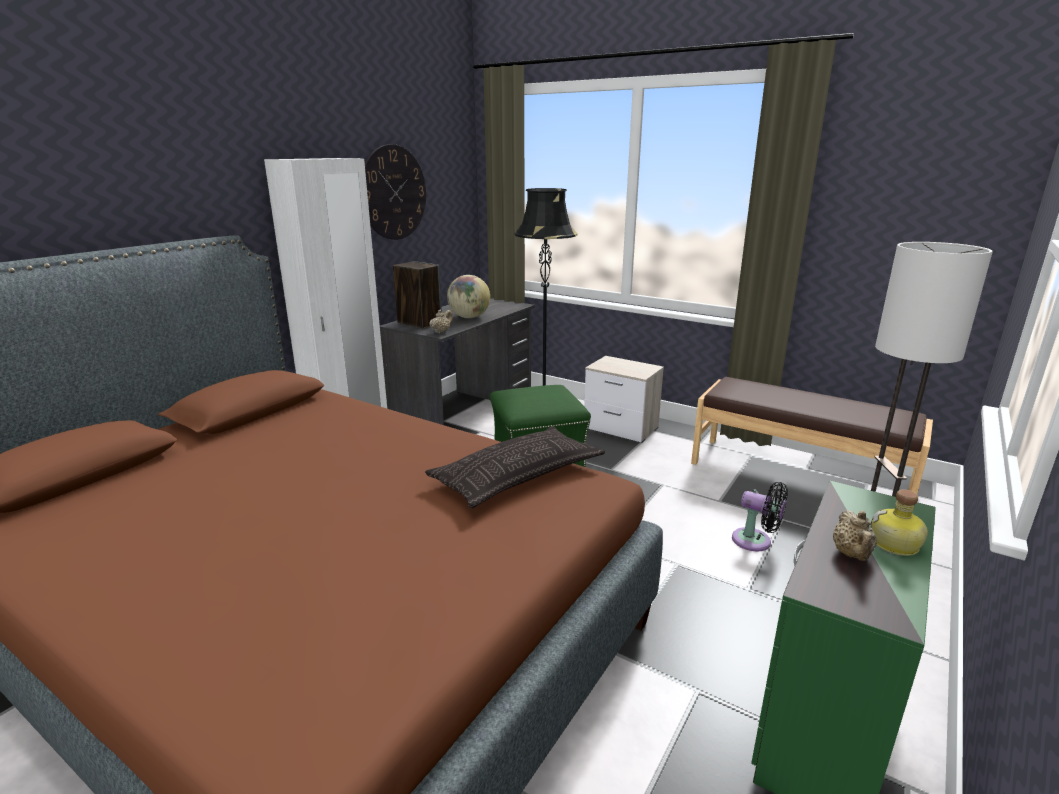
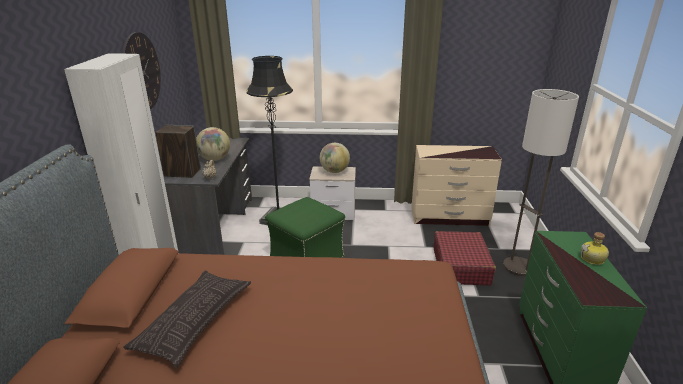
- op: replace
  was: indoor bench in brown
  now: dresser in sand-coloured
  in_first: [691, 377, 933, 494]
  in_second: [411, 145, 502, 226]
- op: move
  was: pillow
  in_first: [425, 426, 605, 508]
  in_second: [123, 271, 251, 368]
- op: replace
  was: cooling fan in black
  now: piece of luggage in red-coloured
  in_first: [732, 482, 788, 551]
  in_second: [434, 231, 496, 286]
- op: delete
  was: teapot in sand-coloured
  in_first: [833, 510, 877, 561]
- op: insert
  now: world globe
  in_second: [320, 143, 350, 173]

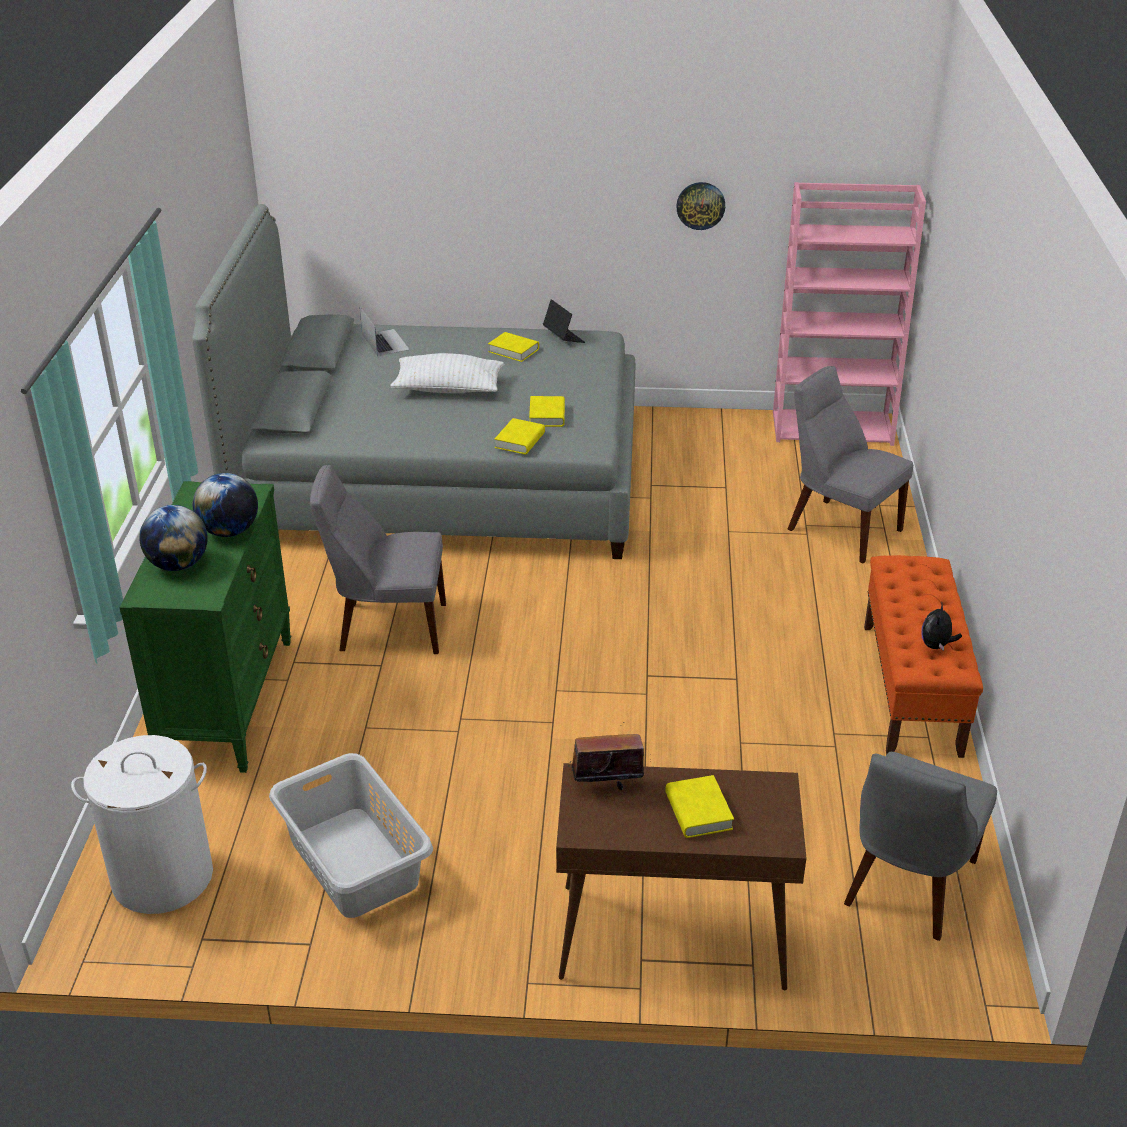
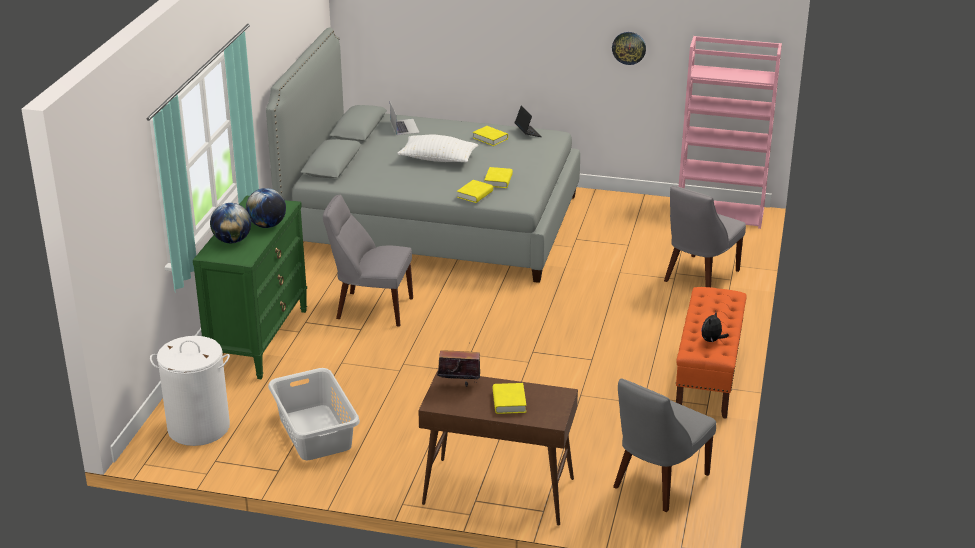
- op: rotate
  was: upright chair in greyish
  in_first: [788, 366, 913, 563]
  in_second: [664, 186, 746, 287]
  clockwise: -105

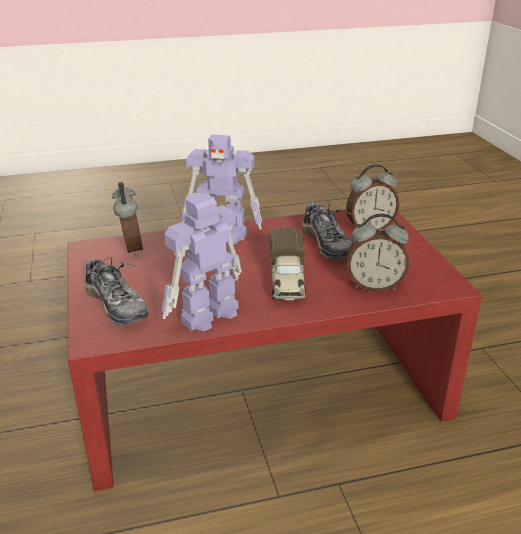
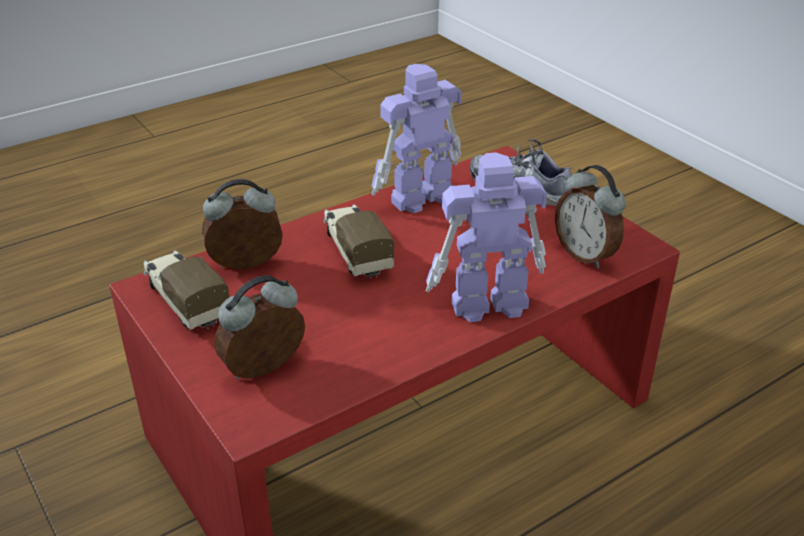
- op: rotate
  was: robot figure
  in_first: [162, 193, 242, 331]
  in_second: [372, 64, 462, 213]
  clockwise: -150
- op: delete
  was: item of footwear
  in_first: [302, 200, 352, 259]
- op: insert
  now: toy lorry
  in_second: [143, 250, 229, 330]

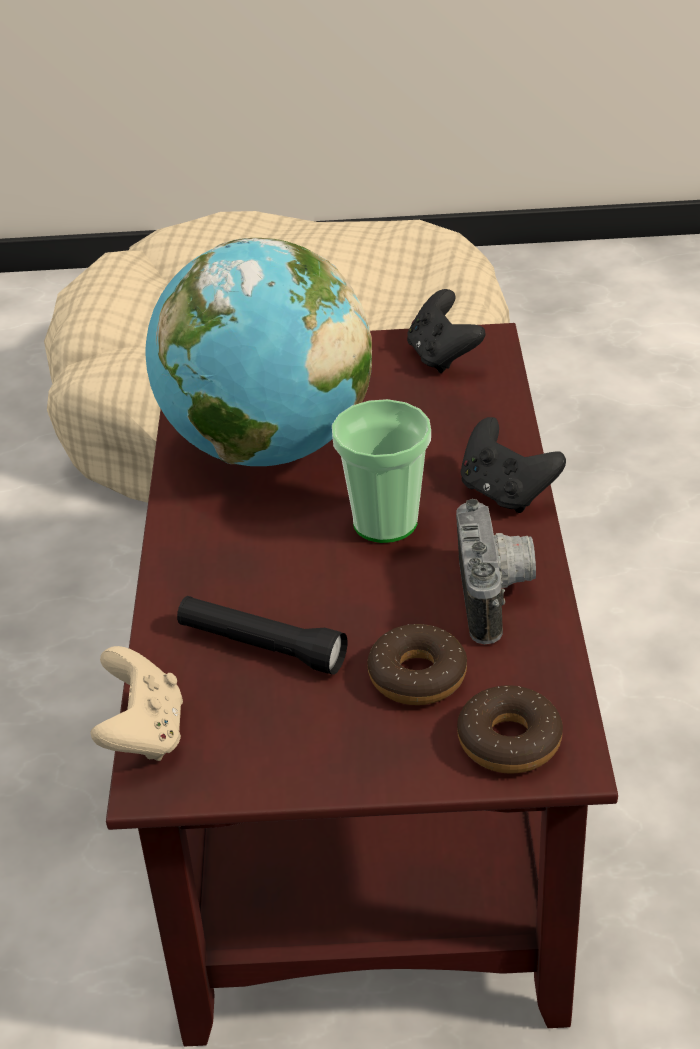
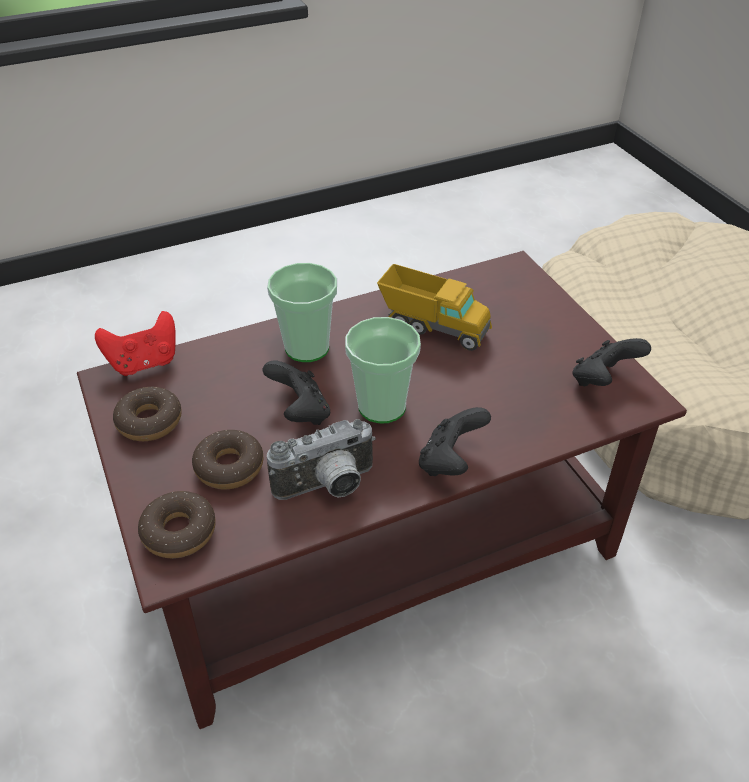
- op: replace
  was: world globe
  now: toy lorry
  in_first: [145, 238, 372, 466]
  in_second: [377, 264, 492, 351]
- op: delete
  was: torch in black
  in_first: [177, 596, 348, 675]
- op: recolor
  was: gamepad in sand-coloured
  now: gamepad in red-coloured
  in_first: [91, 646, 183, 761]
  in_second: [95, 311, 176, 376]
- op: insert
  now: drinking cup
  in_second: [267, 263, 337, 362]
- op: insert
  now: gamepad in black
  in_second: [263, 360, 330, 425]
- op: insert
  now: donut
  in_second: [113, 387, 182, 441]

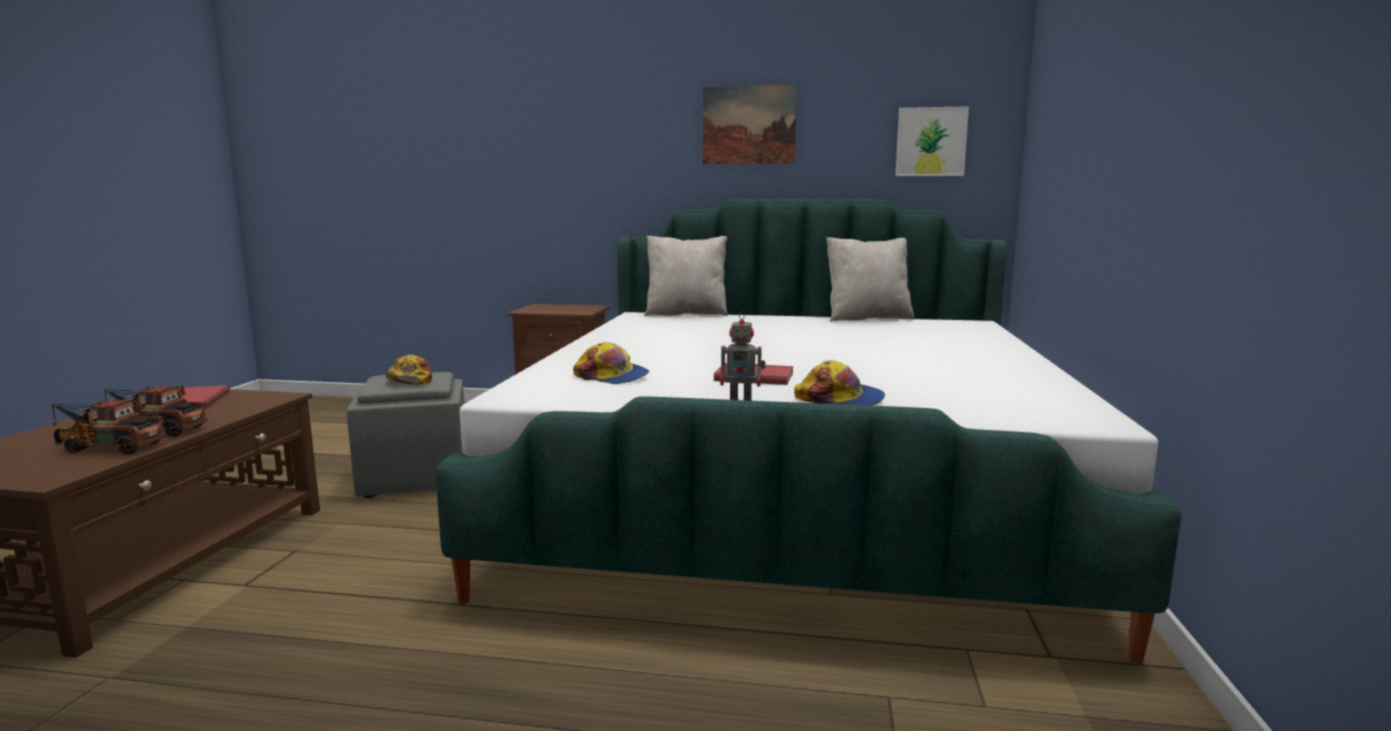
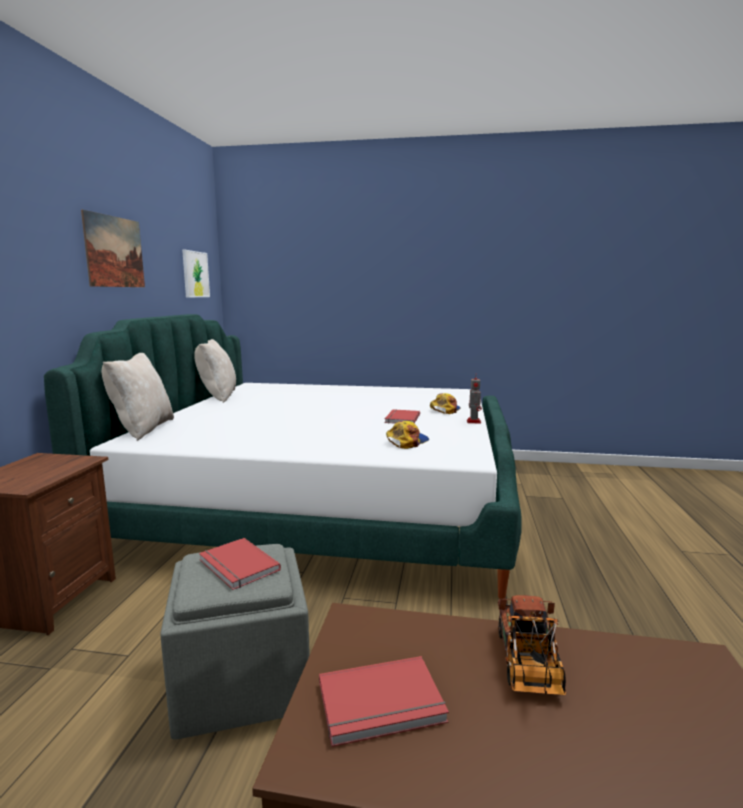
- op: replace
  was: peaked cap
  now: bound book in red-coloured
  in_first: [386, 355, 432, 385]
  in_second: [199, 538, 281, 590]
- op: delete
  was: toy lorry
  in_first: [52, 399, 166, 454]

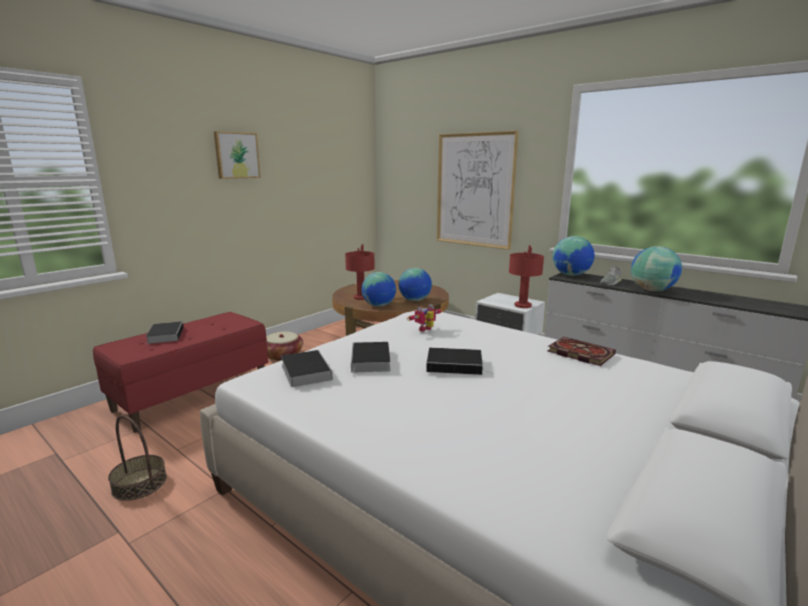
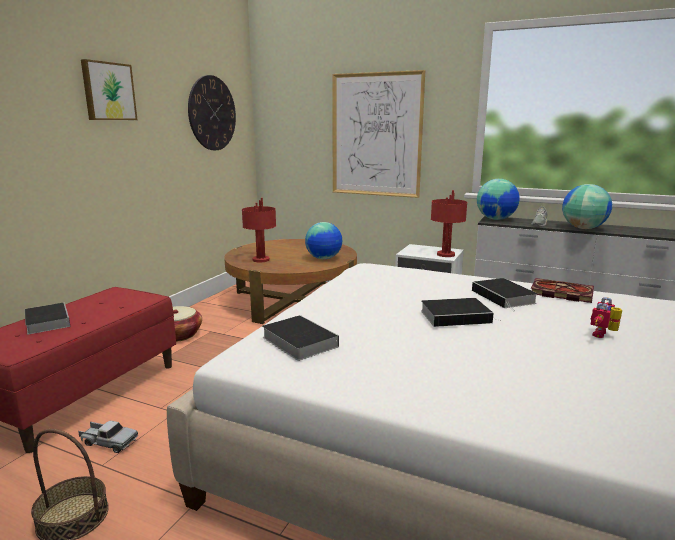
- op: delete
  was: world globe
  in_first: [361, 272, 396, 307]
- op: move
  was: robot figure
  in_first: [407, 304, 443, 332]
  in_second: [590, 297, 622, 338]
- op: move
  was: bound book
  in_first: [351, 342, 391, 377]
  in_second: [472, 278, 538, 311]
- op: insert
  now: wall clock
  in_second: [188, 75, 236, 150]
- op: insert
  now: toy lorry
  in_second: [78, 421, 138, 453]

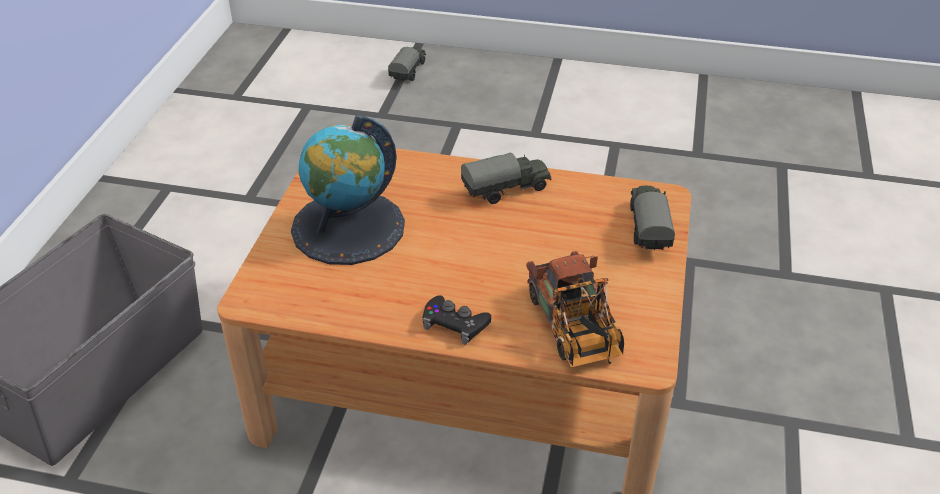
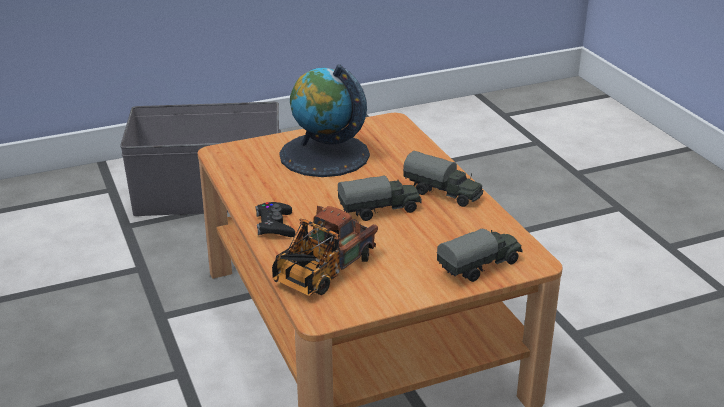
- op: move
  was: toy lorry
  in_first: [388, 47, 426, 81]
  in_second: [338, 176, 422, 221]

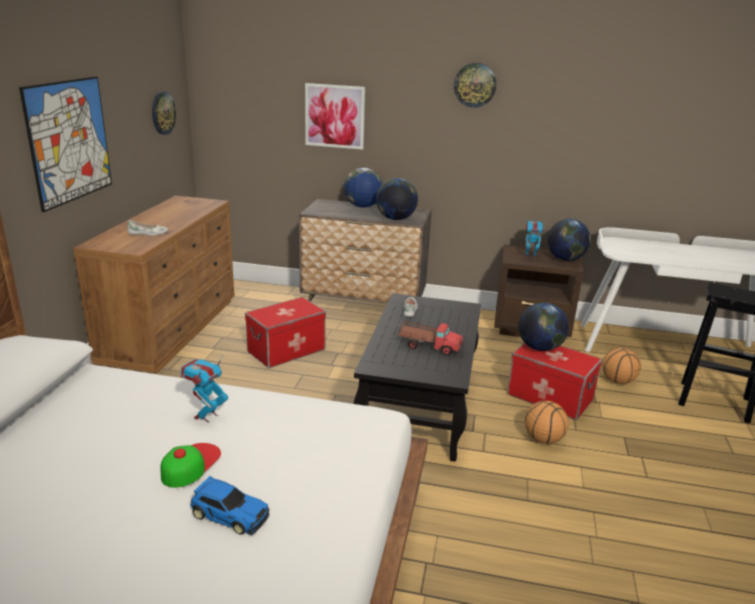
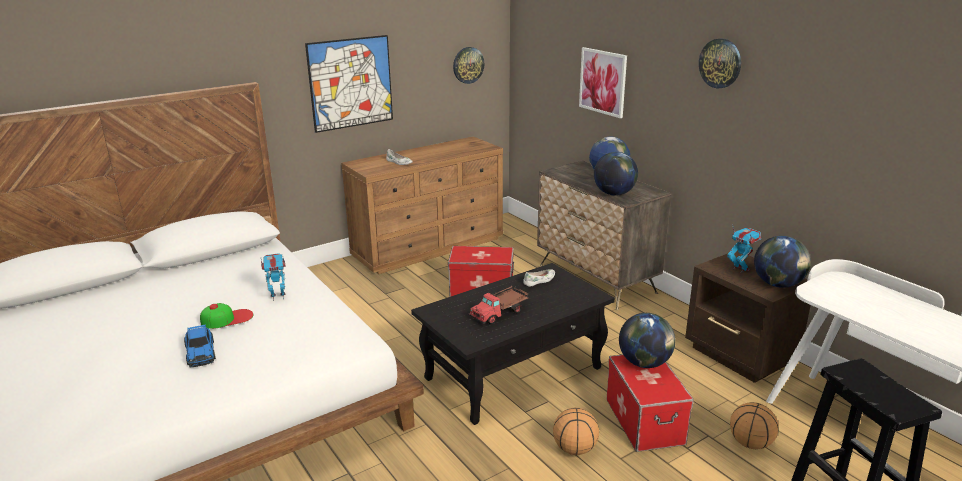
- op: rotate
  was: toy lorry
  in_first: [398, 320, 464, 355]
  in_second: [469, 286, 528, 324]
  clockwise: 75

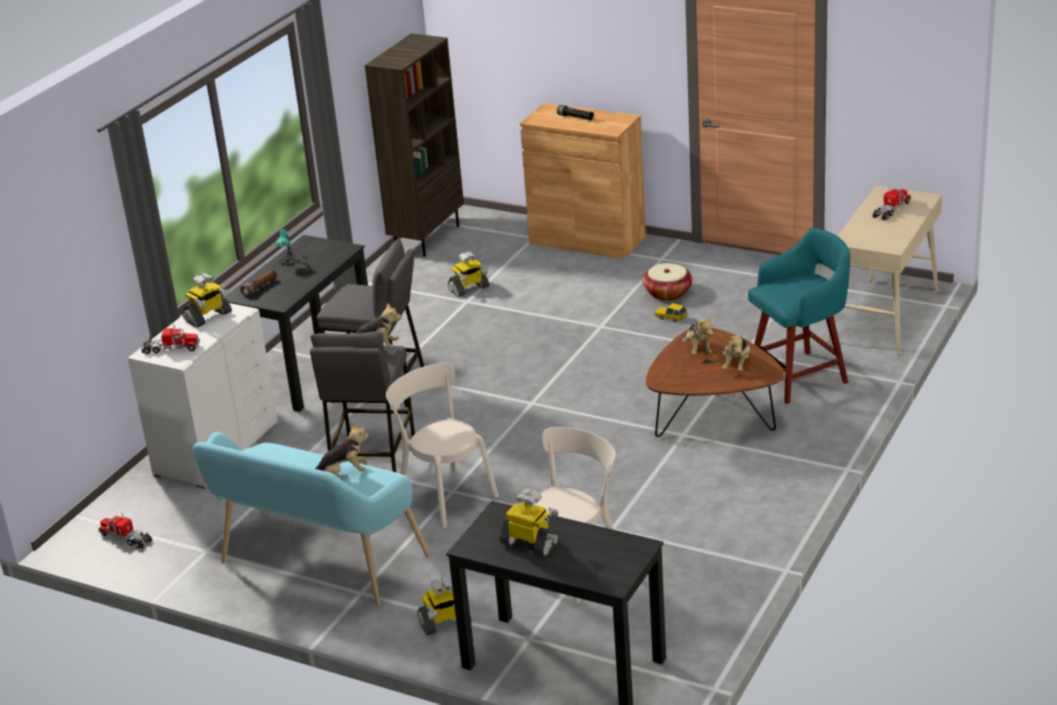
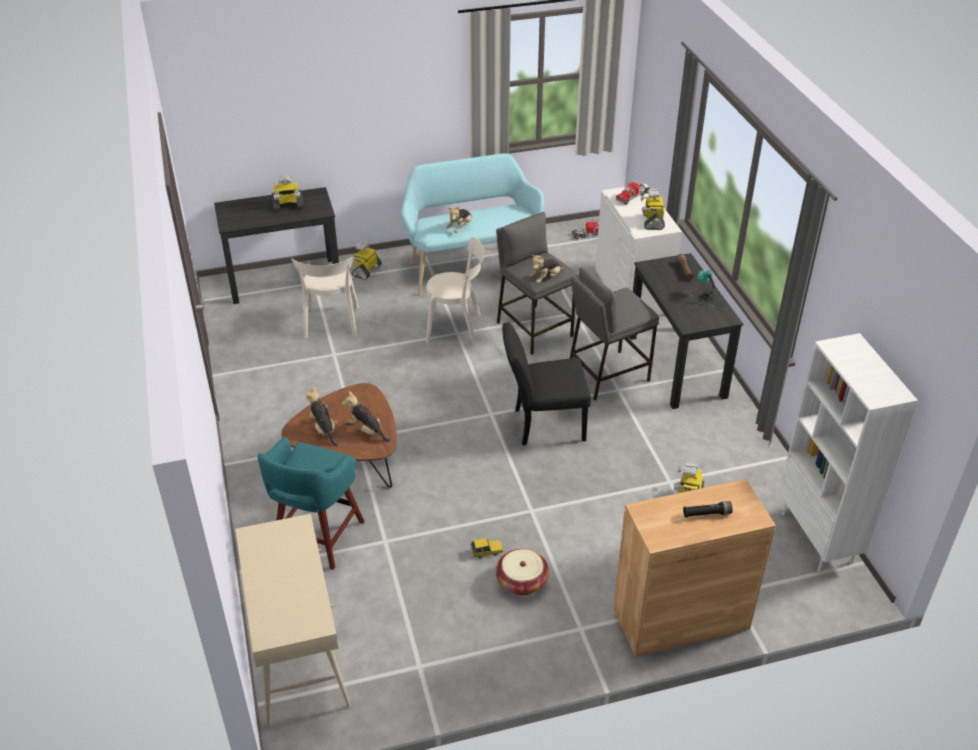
- op: recolor
  was: bookshelf in brown
  now: bookshelf in whitish
  in_first: [365, 33, 464, 257]
  in_second: [779, 333, 918, 571]
- op: delete
  was: toy lorry
  in_first: [873, 187, 911, 220]
- op: insert
  now: upright chair in black
  in_second: [502, 322, 591, 445]

